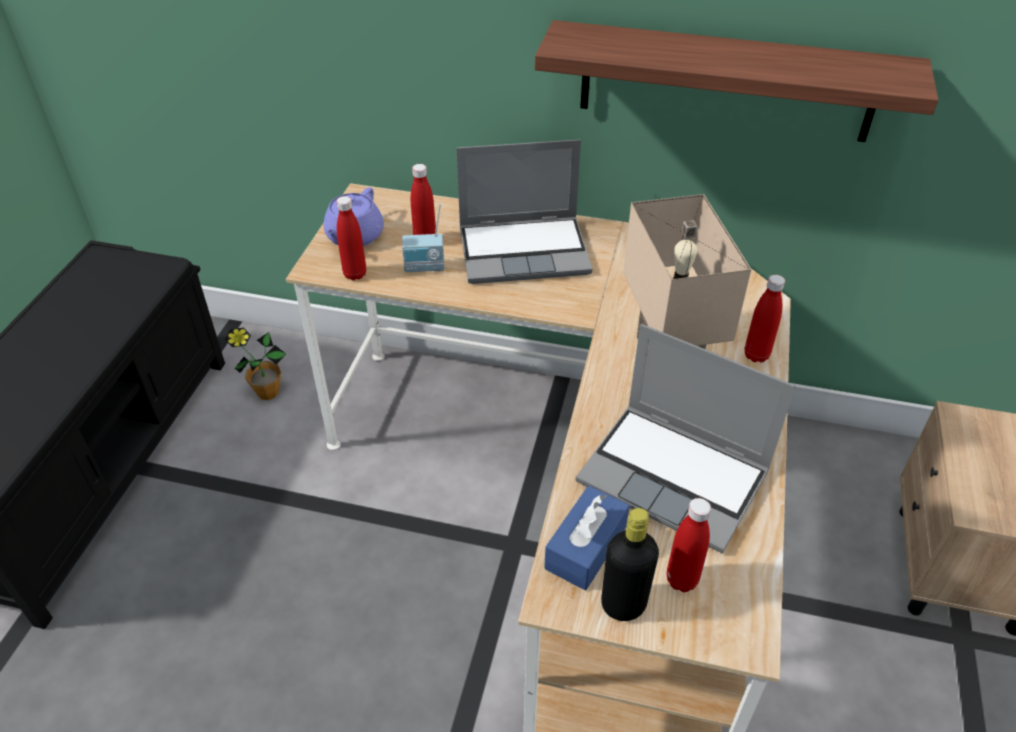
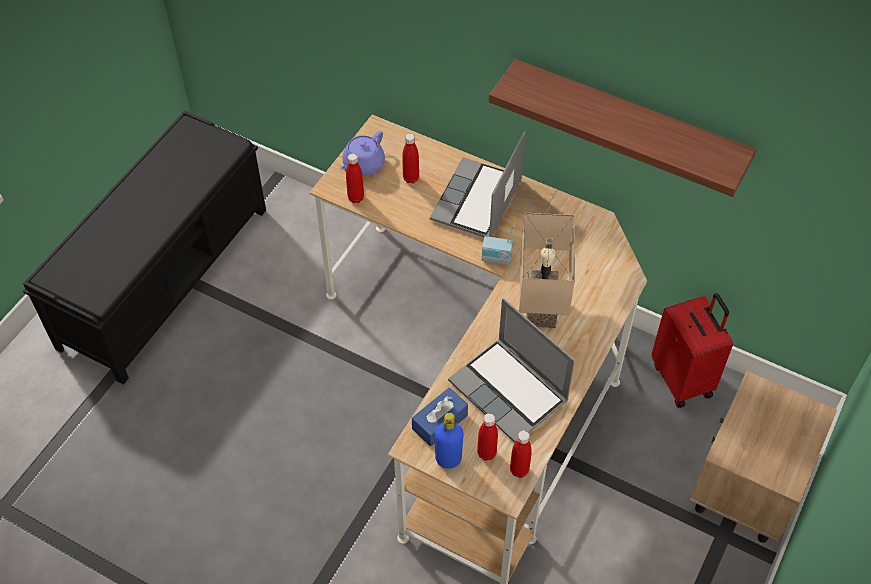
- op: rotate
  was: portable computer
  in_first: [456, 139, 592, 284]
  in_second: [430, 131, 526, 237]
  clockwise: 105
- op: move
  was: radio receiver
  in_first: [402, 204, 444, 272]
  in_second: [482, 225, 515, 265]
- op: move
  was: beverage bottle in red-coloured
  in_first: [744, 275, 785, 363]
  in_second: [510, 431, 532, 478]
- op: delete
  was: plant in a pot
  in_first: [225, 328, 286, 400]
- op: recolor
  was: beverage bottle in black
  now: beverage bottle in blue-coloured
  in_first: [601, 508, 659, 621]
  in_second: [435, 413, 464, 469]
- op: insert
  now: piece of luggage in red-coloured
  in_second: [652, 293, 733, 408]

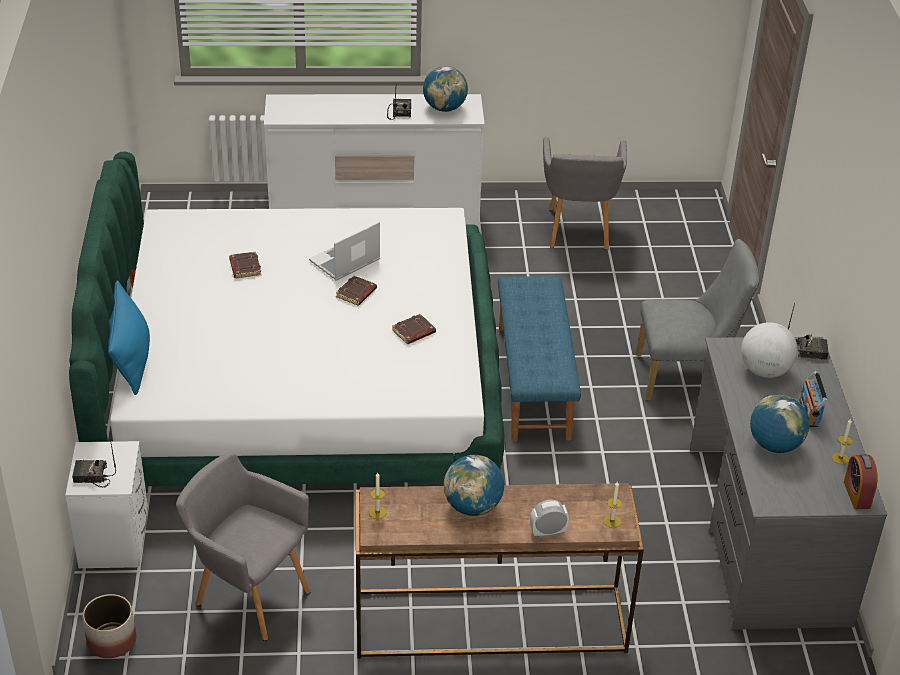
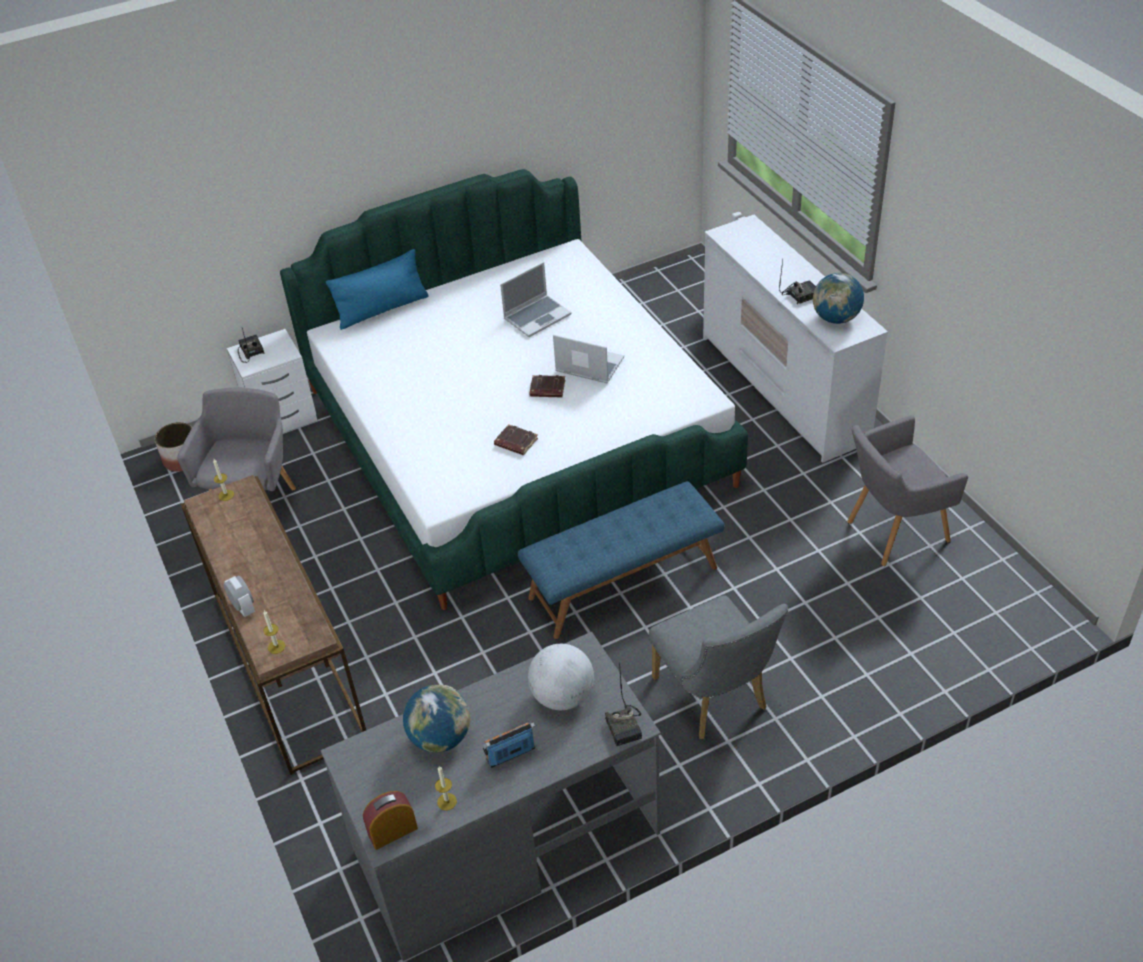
- op: replace
  was: bound book in brown
  now: portable computer
  in_first: [229, 252, 261, 278]
  in_second: [500, 262, 571, 337]
- op: delete
  was: world globe
  in_first: [443, 455, 504, 516]

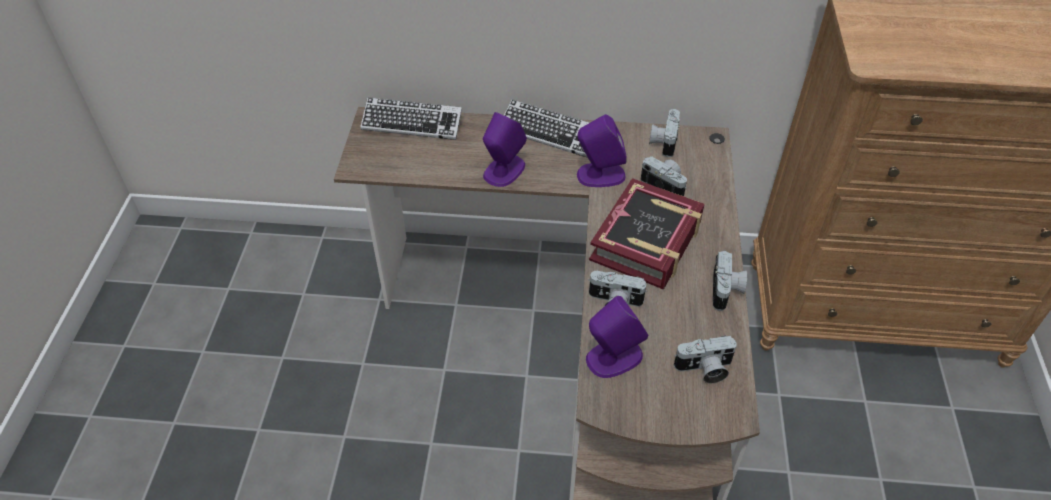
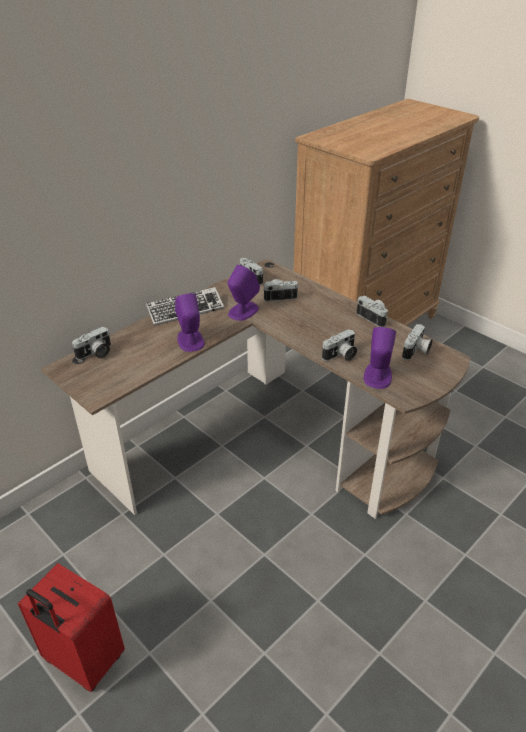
- op: replace
  was: computer keyboard
  now: still camera
  in_first: [360, 97, 462, 140]
  in_second: [72, 327, 111, 360]
- op: delete
  was: bound book
  in_first: [589, 178, 705, 290]
- op: insert
  now: piece of luggage in red-coloured
  in_second: [18, 563, 125, 692]

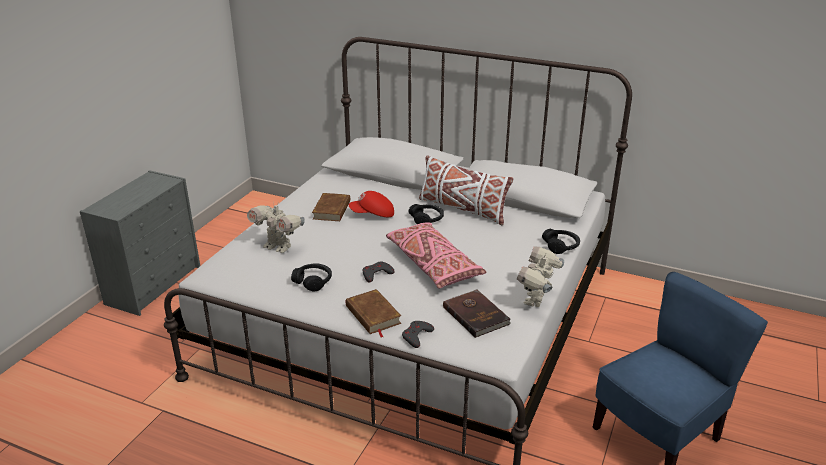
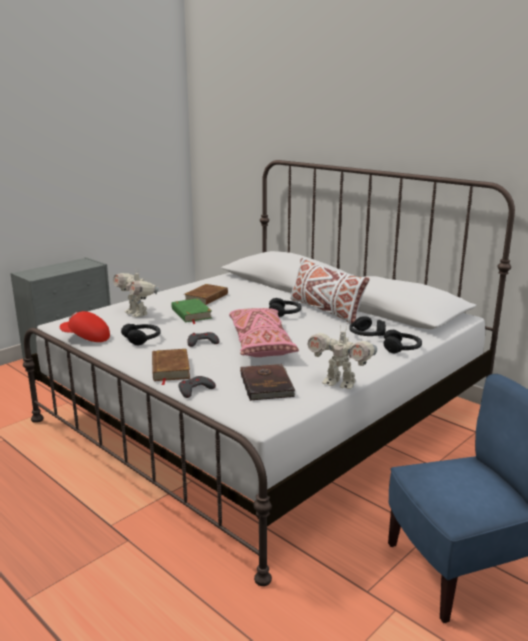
- op: move
  was: peaked cap in red-coloured
  in_first: [349, 191, 394, 217]
  in_second: [60, 311, 110, 342]
- op: rotate
  was: robot figure
  in_first: [517, 246, 564, 307]
  in_second: [307, 325, 377, 389]
  clockwise: -105
- op: insert
  now: bound book in green
  in_second: [171, 298, 212, 324]
- op: insert
  now: headphones in black
  in_second: [349, 316, 386, 336]

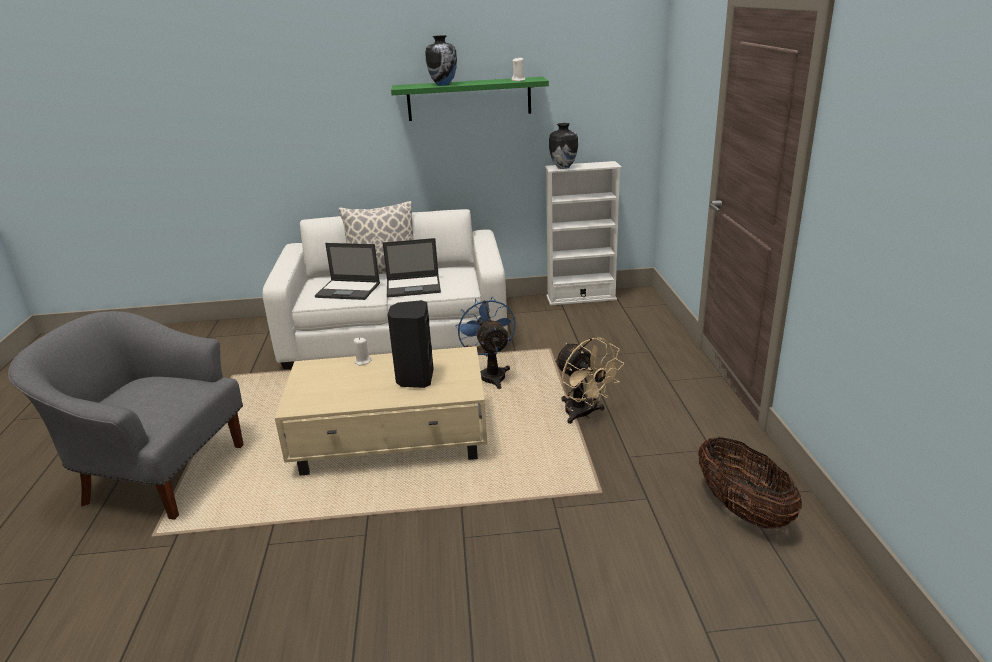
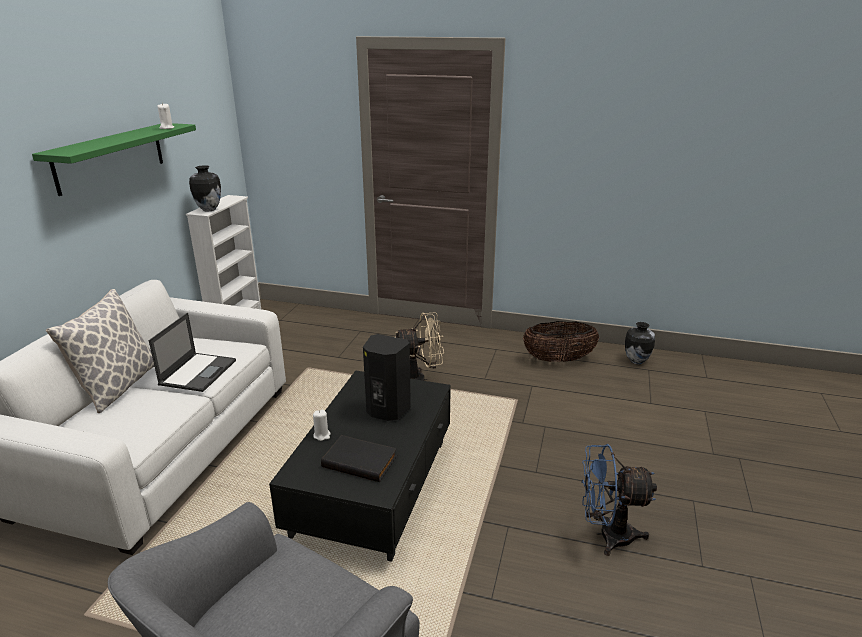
- op: move
  was: decorative vase
  in_first: [425, 35, 457, 86]
  in_second: [625, 322, 655, 364]
- op: delete
  was: portable computer
  in_first: [315, 243, 380, 300]
- op: move
  was: cooling fan in blue-coloured
  in_first: [456, 297, 516, 389]
  in_second: [581, 444, 657, 556]
- op: recolor
  was: coffee table in sand-coloured
  now: coffee table in black
  in_first: [275, 346, 487, 475]
  in_second: [269, 371, 451, 562]
- op: insert
  now: bound book in black
  in_second: [321, 435, 397, 482]

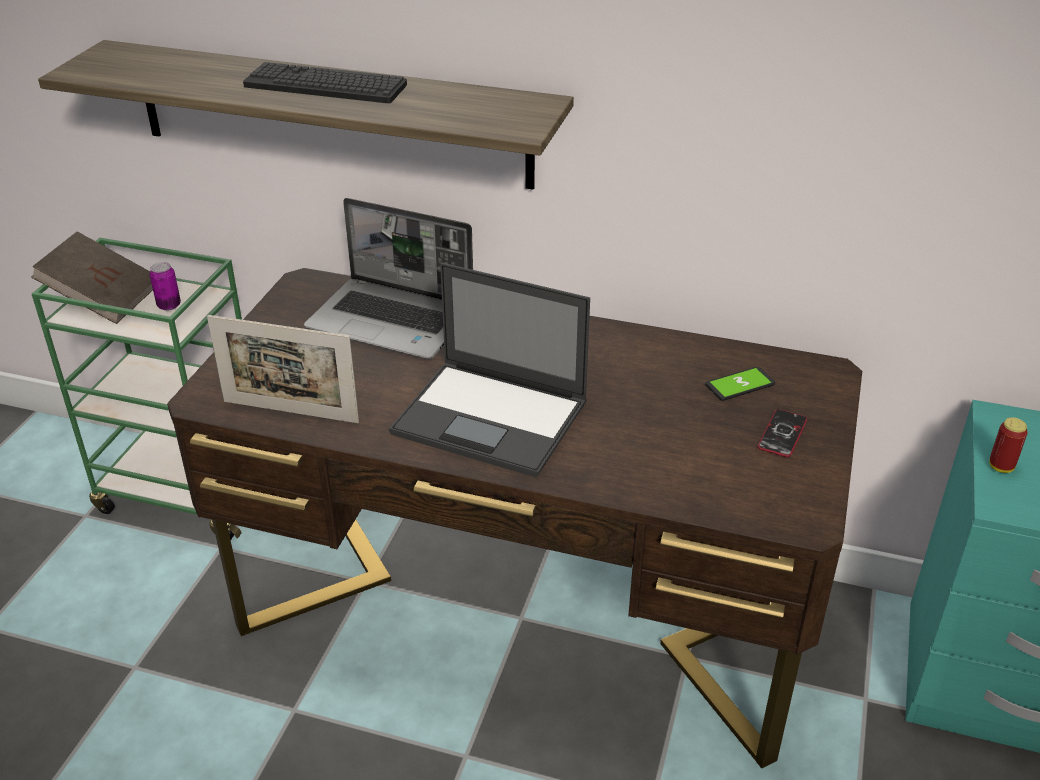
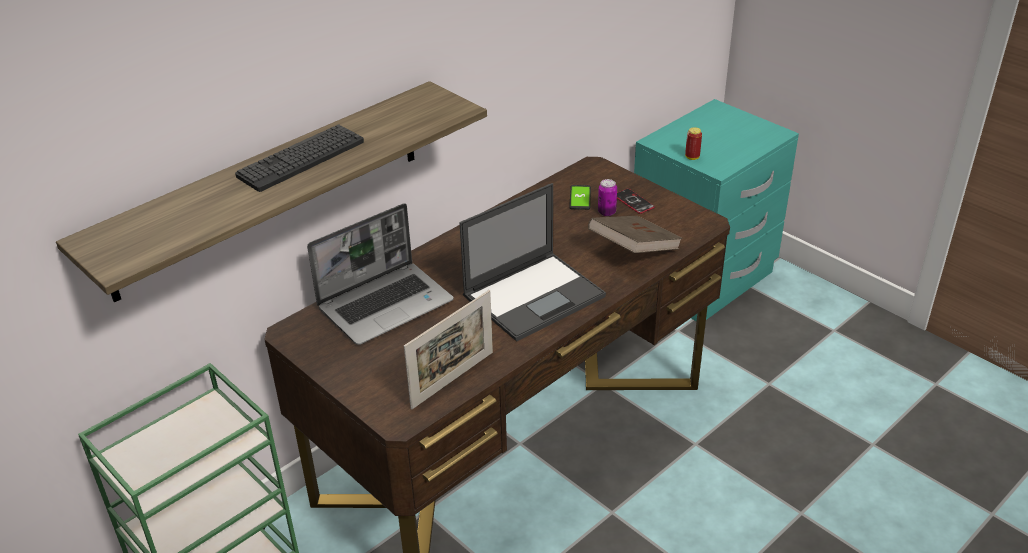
- op: move
  was: bound book in brown
  in_first: [31, 231, 153, 324]
  in_second: [588, 216, 683, 253]
- op: move
  was: metal can
  in_first: [150, 262, 181, 311]
  in_second: [598, 179, 617, 216]

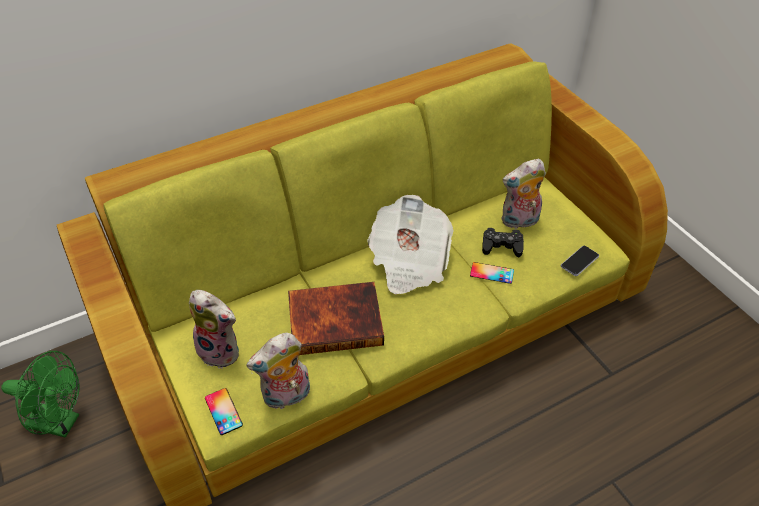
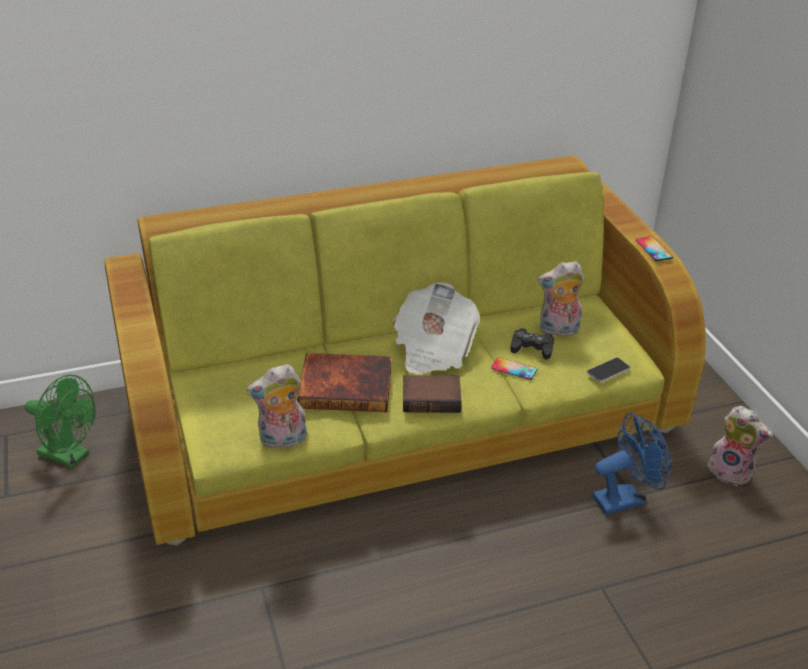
- op: move
  was: cuddly toy
  in_first: [189, 290, 239, 369]
  in_second: [708, 406, 773, 486]
- op: move
  was: phone
  in_first: [205, 388, 243, 435]
  in_second: [636, 236, 673, 261]
- op: insert
  now: bound book
  in_second: [403, 375, 462, 413]
- op: insert
  now: cooling fan in blue-coloured
  in_second: [593, 413, 672, 515]

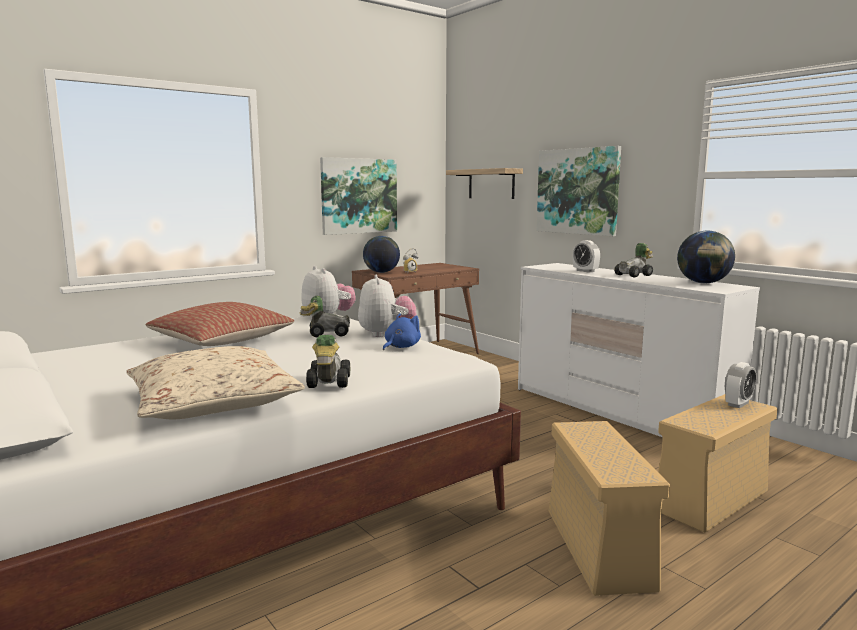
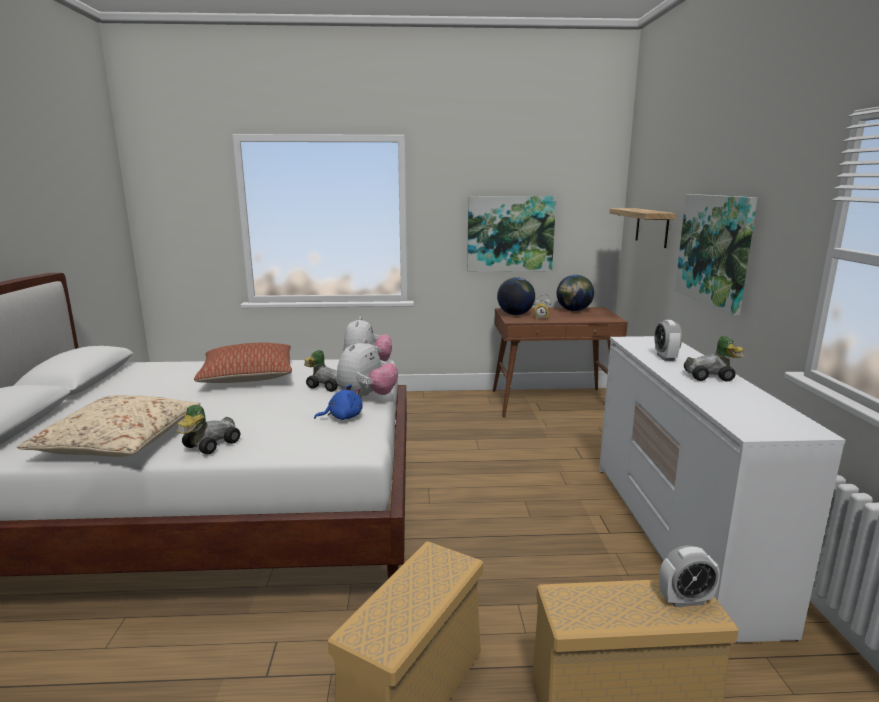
- op: move
  was: world globe
  in_first: [677, 231, 735, 283]
  in_second: [557, 275, 594, 311]

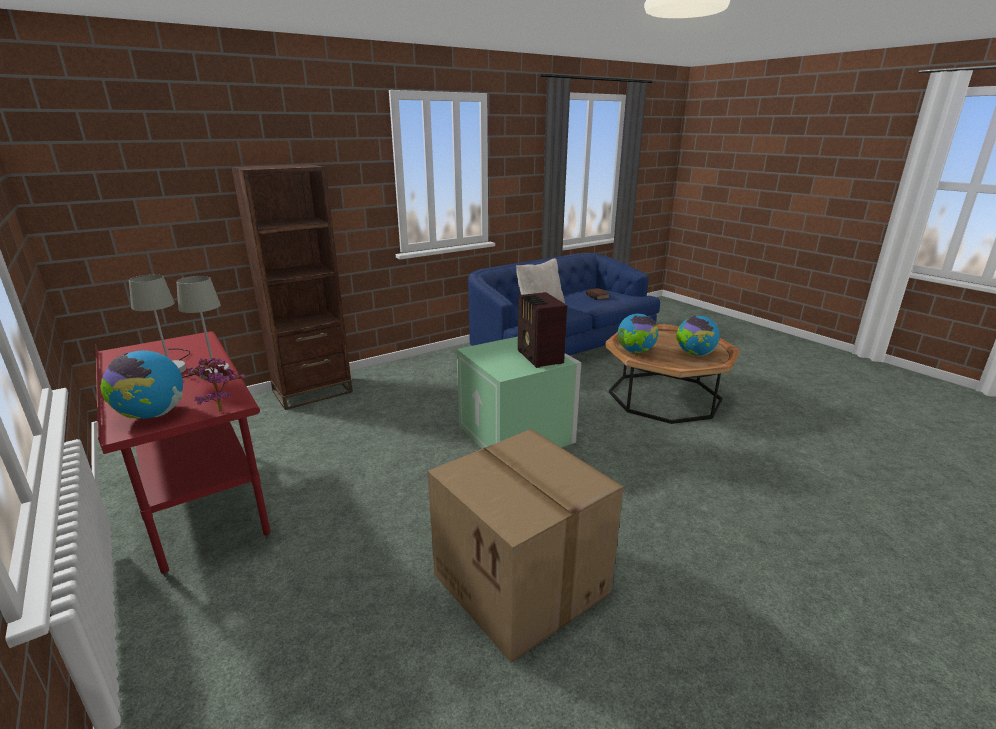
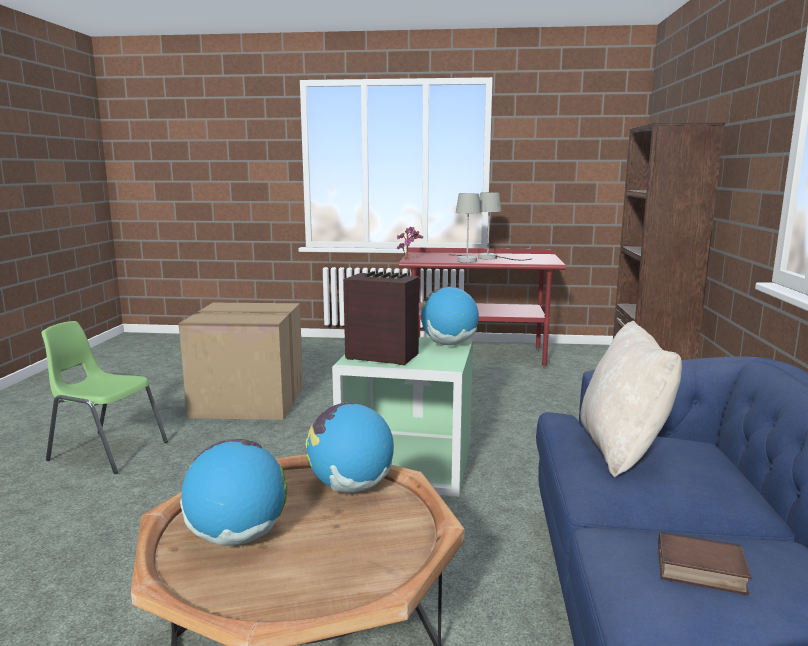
- op: move
  was: world globe
  in_first: [101, 351, 183, 419]
  in_second: [421, 286, 479, 345]
- op: insert
  now: upright chair in green
  in_second: [41, 321, 168, 474]

